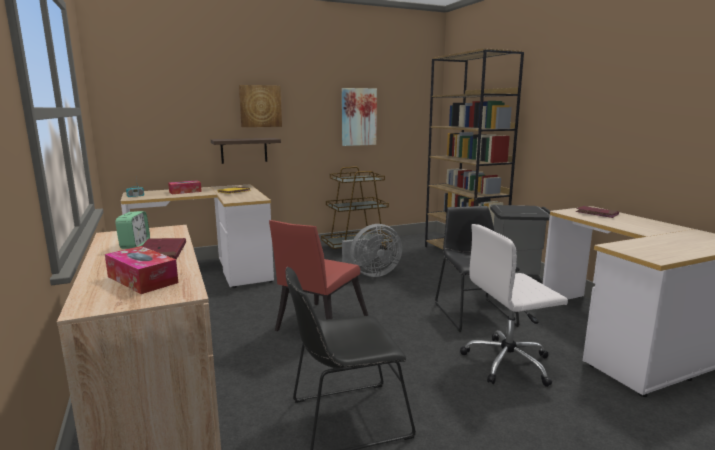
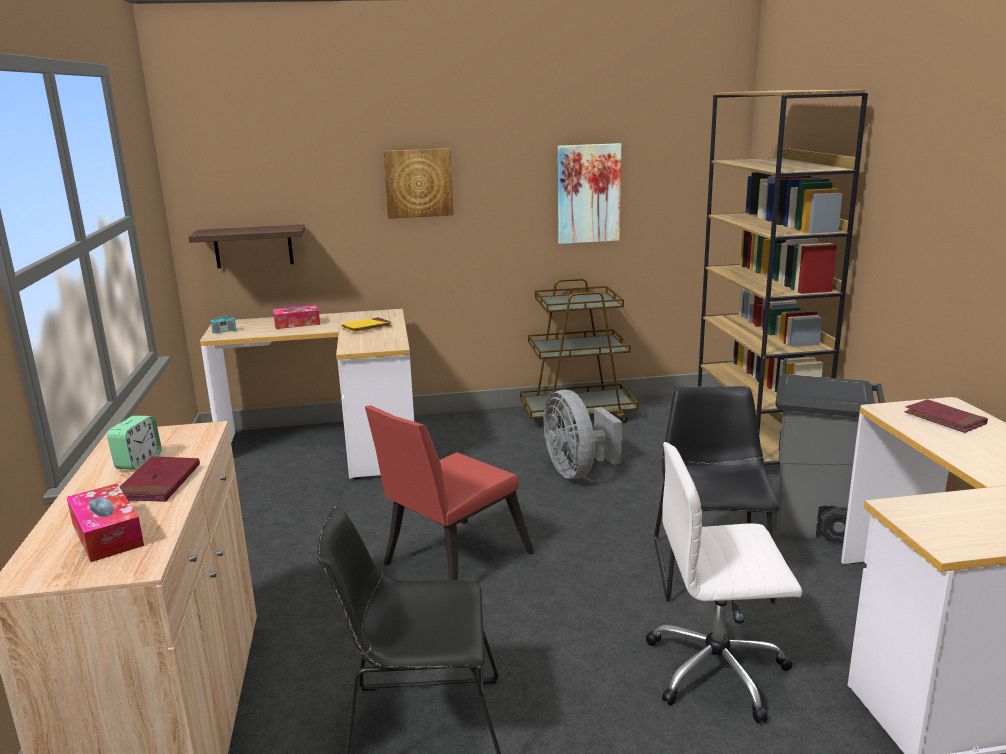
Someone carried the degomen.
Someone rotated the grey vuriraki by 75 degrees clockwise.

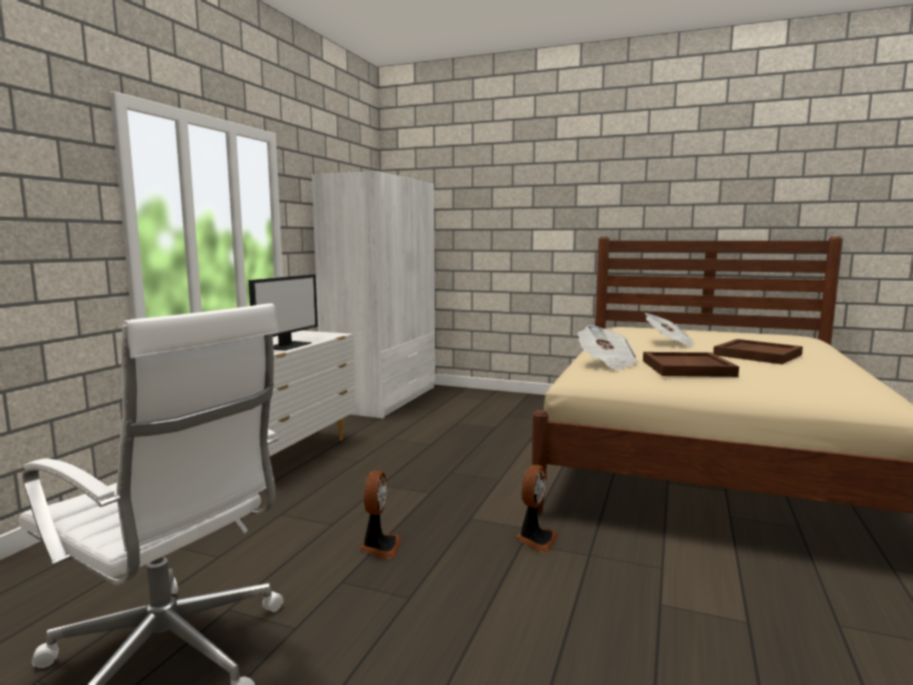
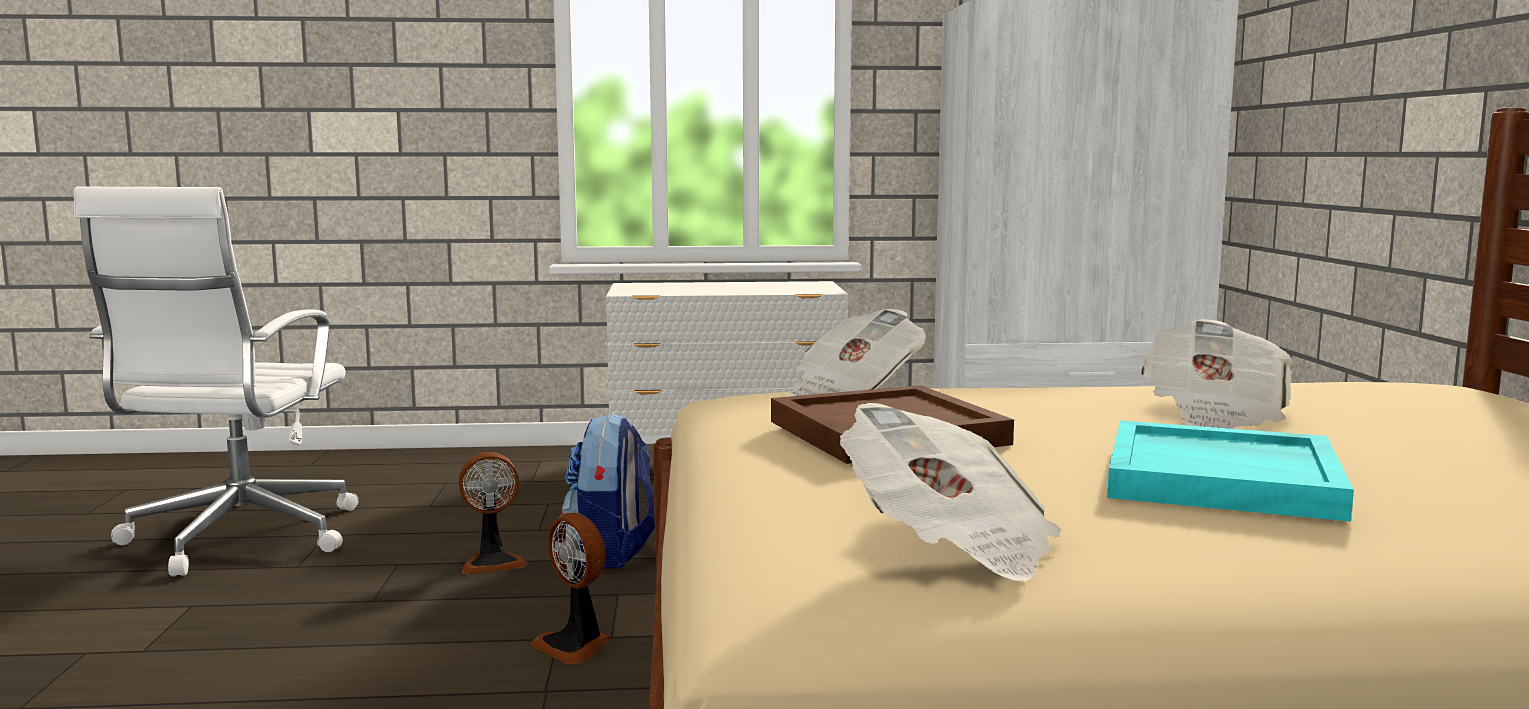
Someone took away the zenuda.
Someone put down the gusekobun.
Someone put down the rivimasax (no. 2 from left).
Someone repainted the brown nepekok (no. 2 from left), which became the turquoise nepekok.
Someone rotated the vuriraki (no. 2 from left) by 45 degrees clockwise.

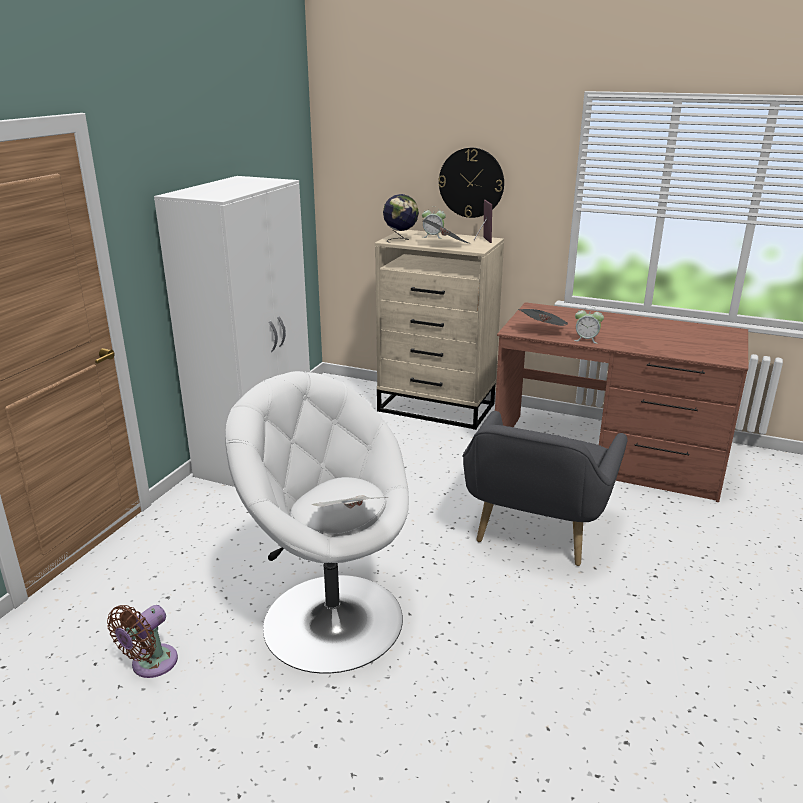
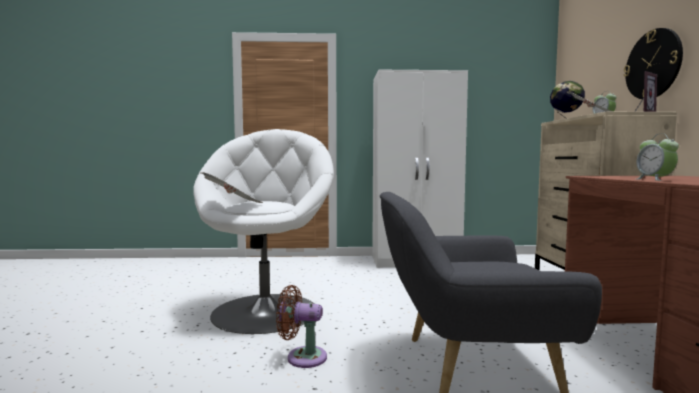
Someone took away the rivimasax (no. 3 from left).
Someone carried the brown vuriraki.

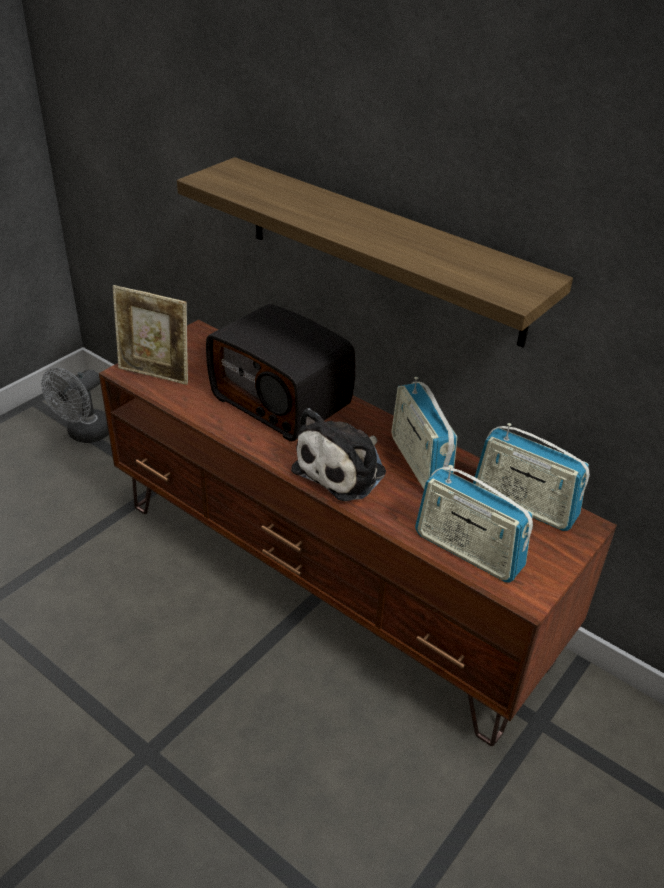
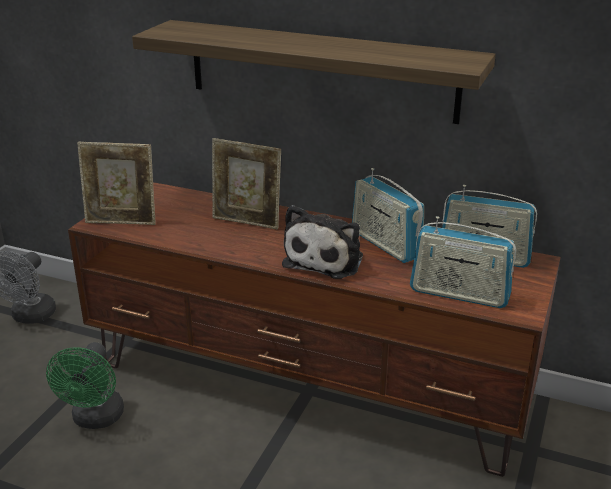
Someone put down the green vuriraki.
Someone swapped the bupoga (no. 1 from left) for the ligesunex (no. 2 from left).

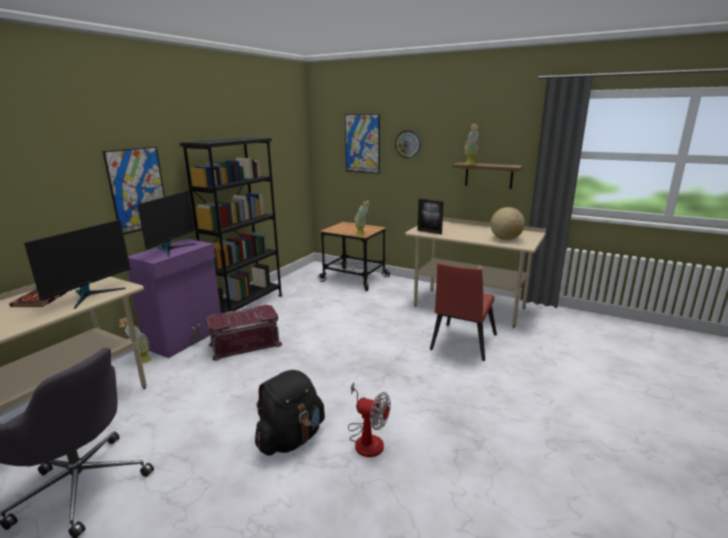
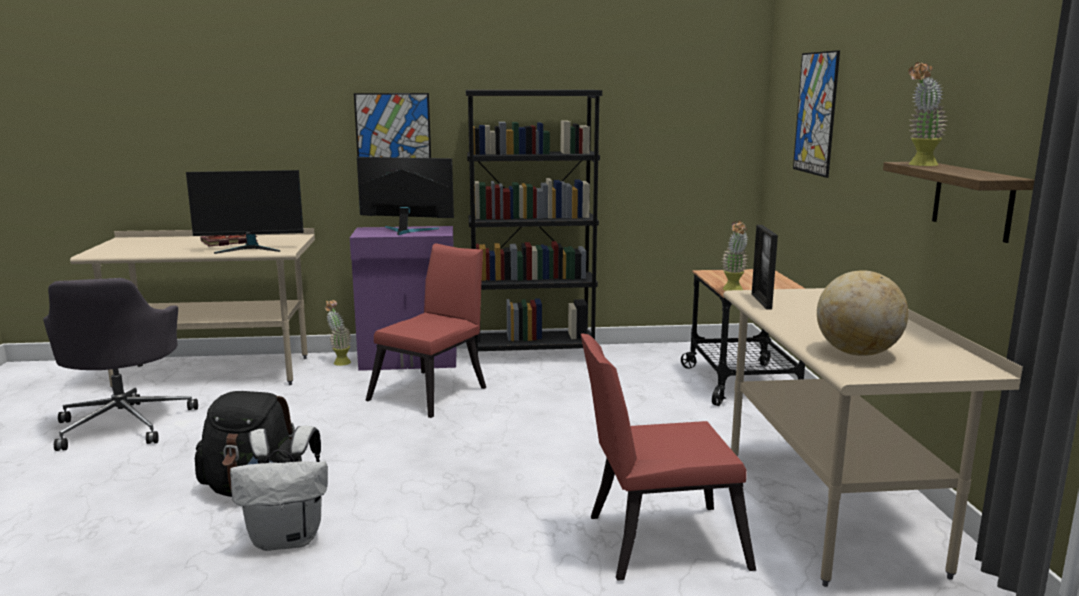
Someone took away the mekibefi.
Someone swapped the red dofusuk for the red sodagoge (no. 1 from left).
Someone swapped the vuriraki for the white gusekobun.
Someone rotated the zenuda (no. 2 from left) by 150 degrees counterclockwise.

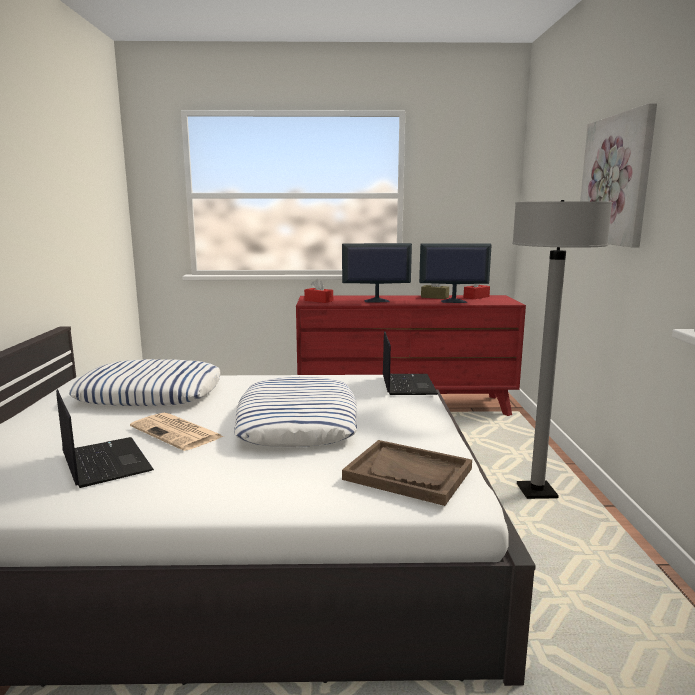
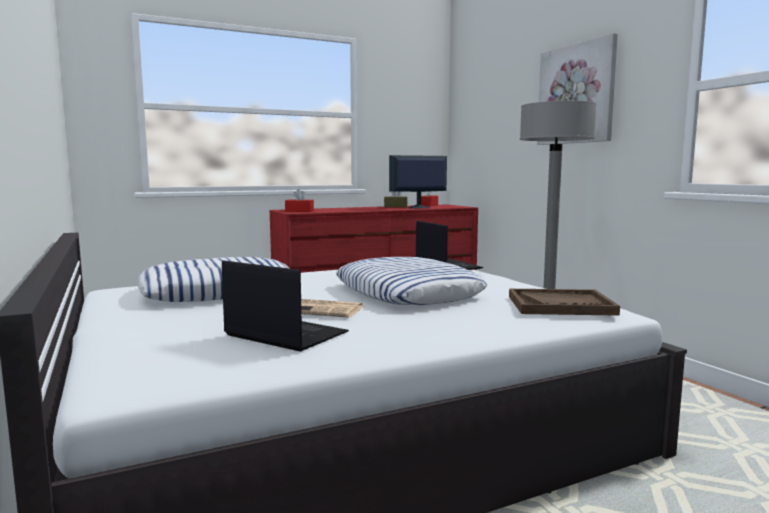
Someone took away the zenuda (no. 1 from left).

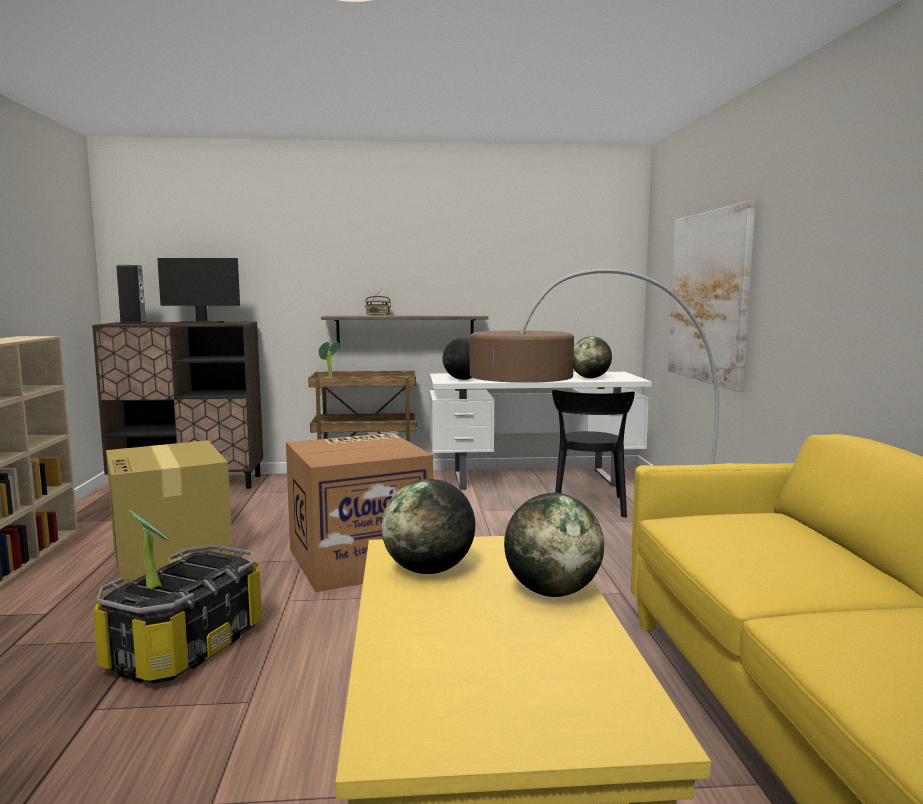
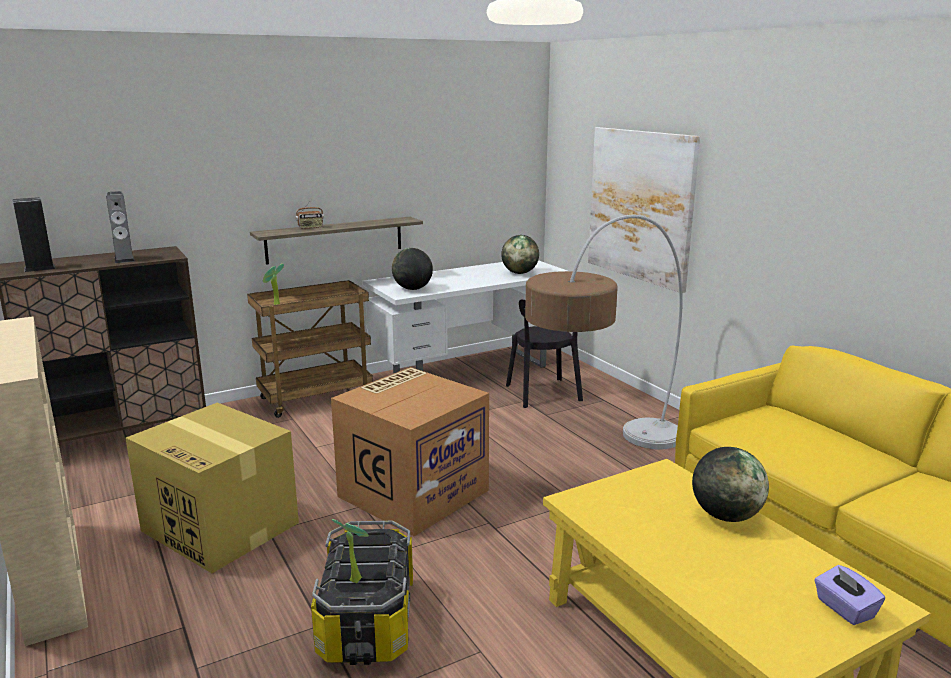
Someone took away the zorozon (no. 1 from left).
Someone put down the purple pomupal.
Someone swapped the zenuda for the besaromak (no. 2 from left).

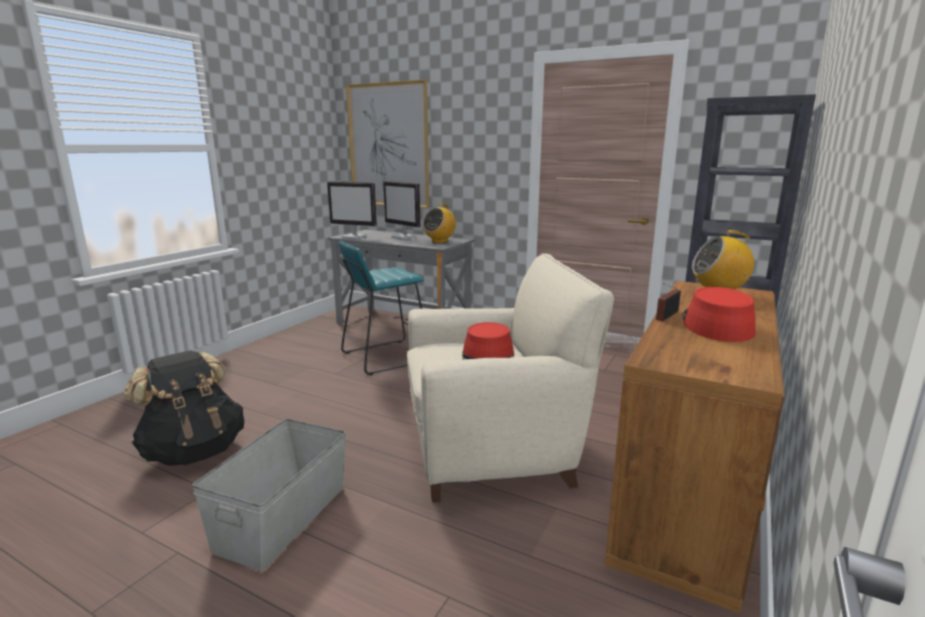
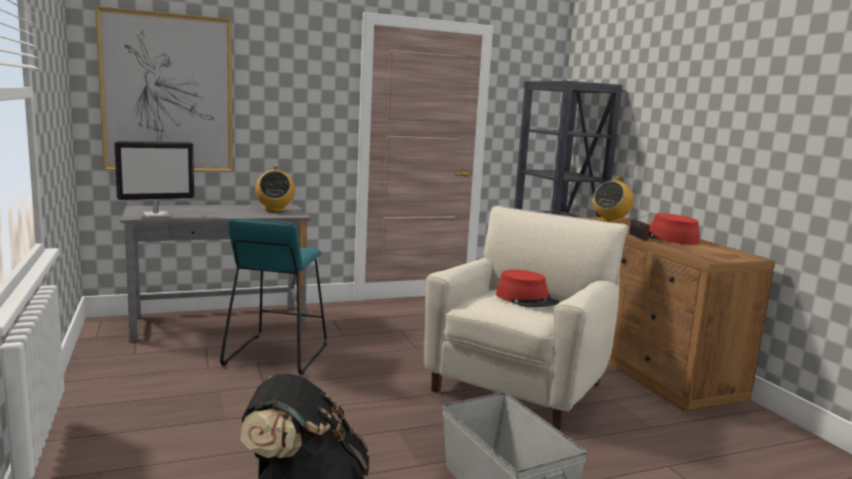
Someone took away the zenuda (no. 2 from left).

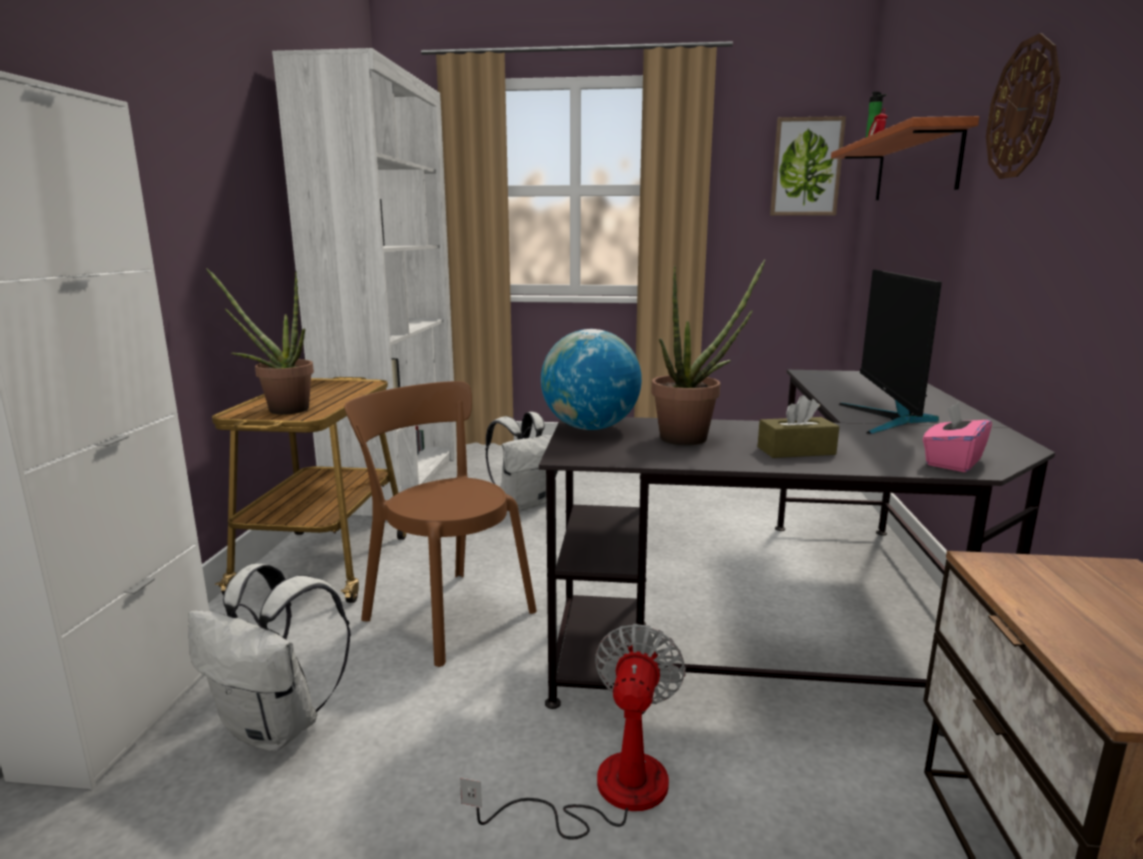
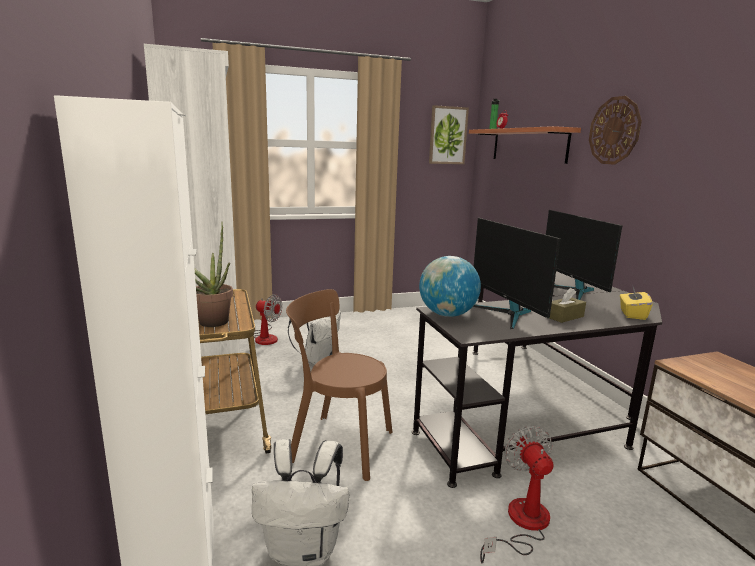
Someone put down the vuriraki (no. 1 from left).
Someone swapped the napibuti (no. 2 from left) for the zenuda (no. 1 from left).
Someone repainted the pink pomupal, which became the yellow pomupal.

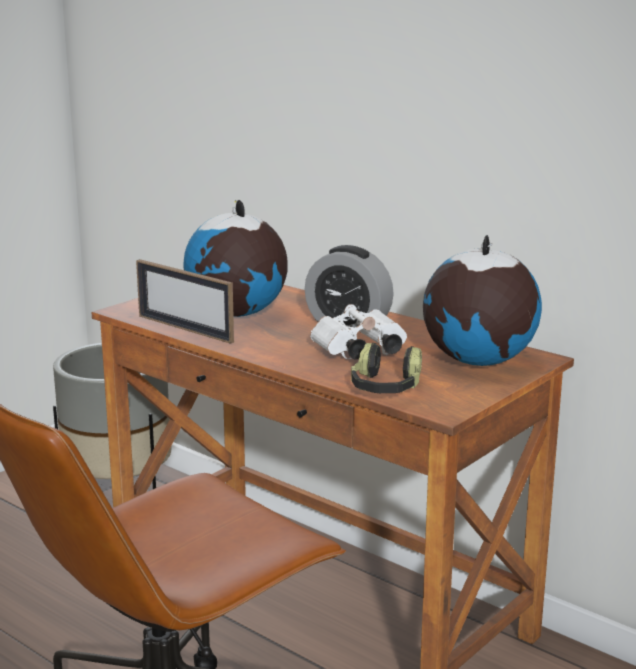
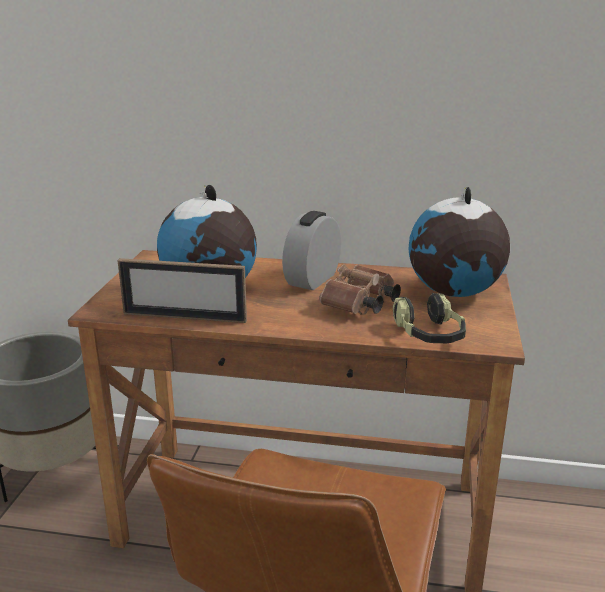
Someone repainted the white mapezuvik, which became the brown mapezuvik.
Someone rotated the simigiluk by 120 degrees clockwise.

